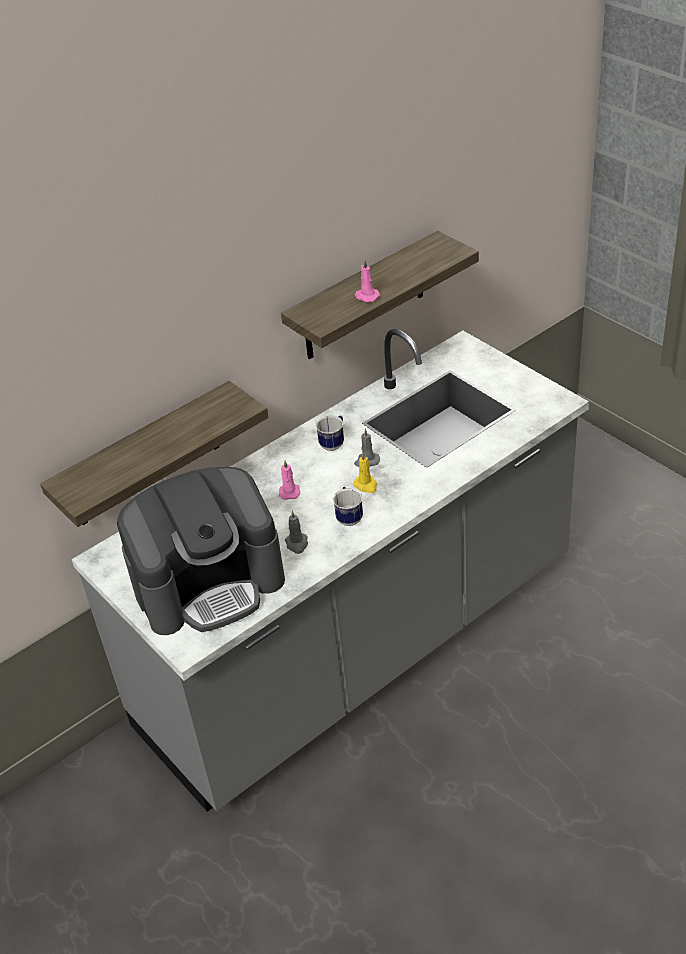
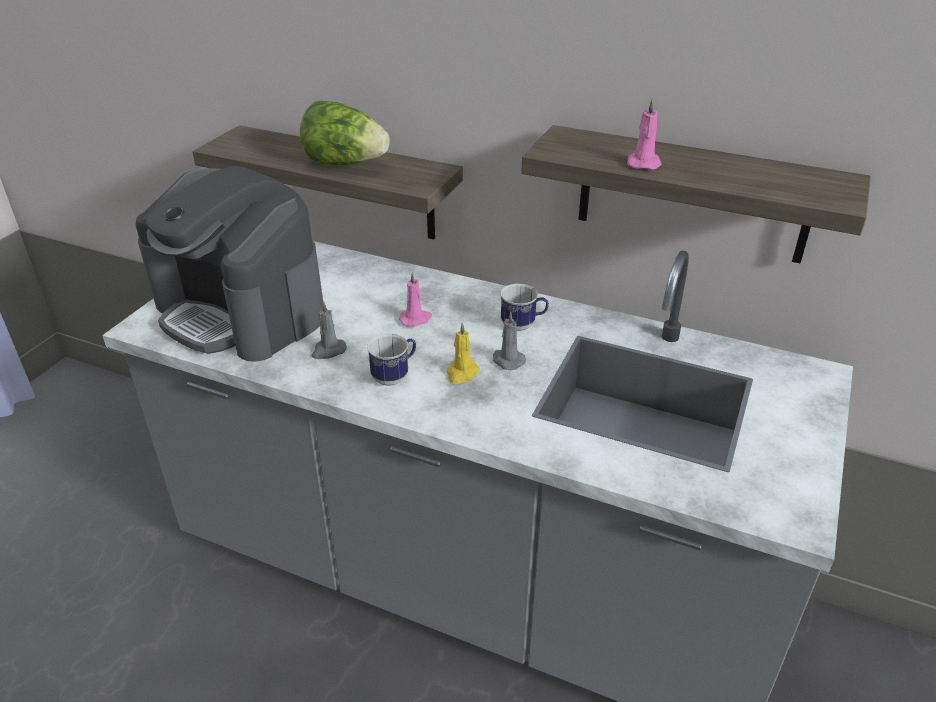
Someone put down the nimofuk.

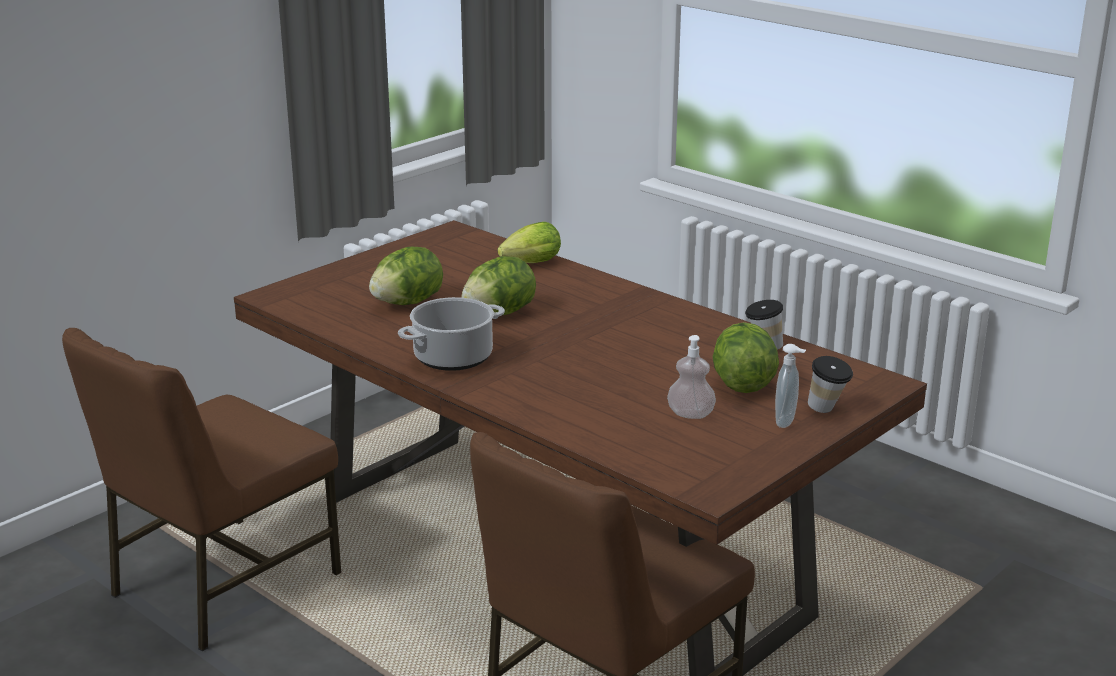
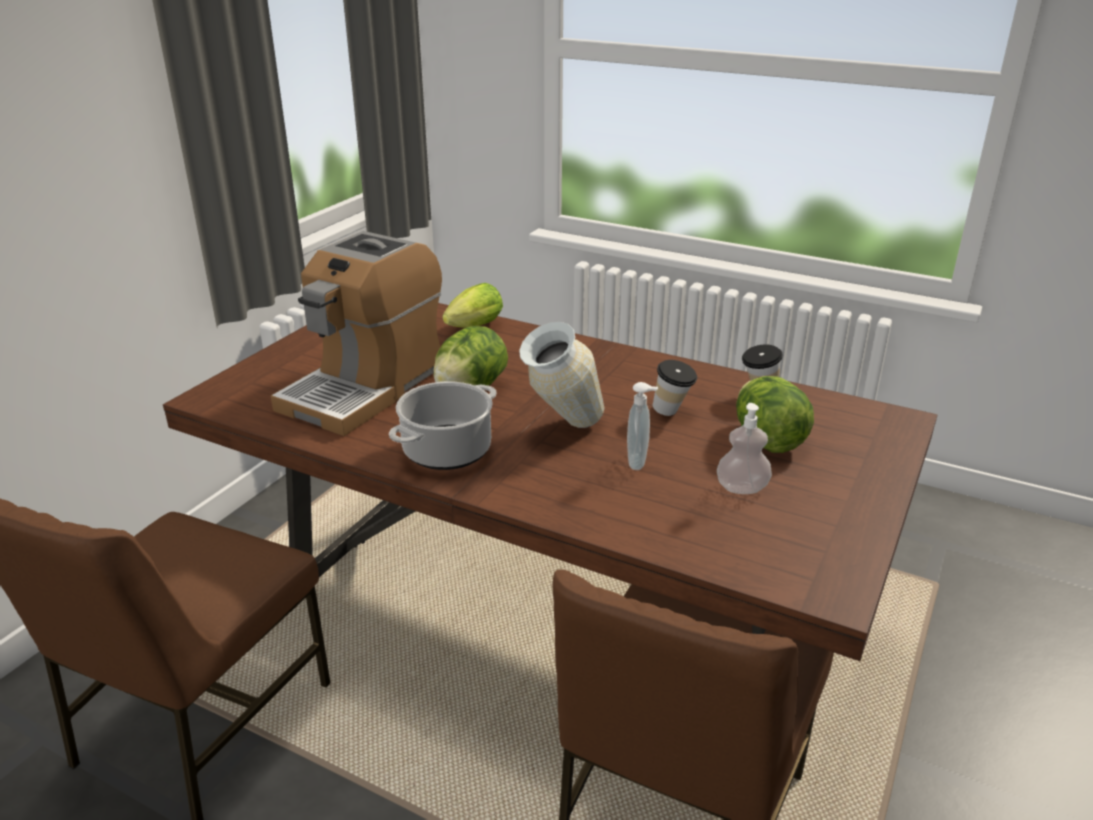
Someone put down the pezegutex.
Someone carried the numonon (no. 2 from left in the first image).
Someone carried the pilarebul (no. 2 from left in the first image).
Someone swapped the nimofuk (no. 1 from left) for the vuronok.

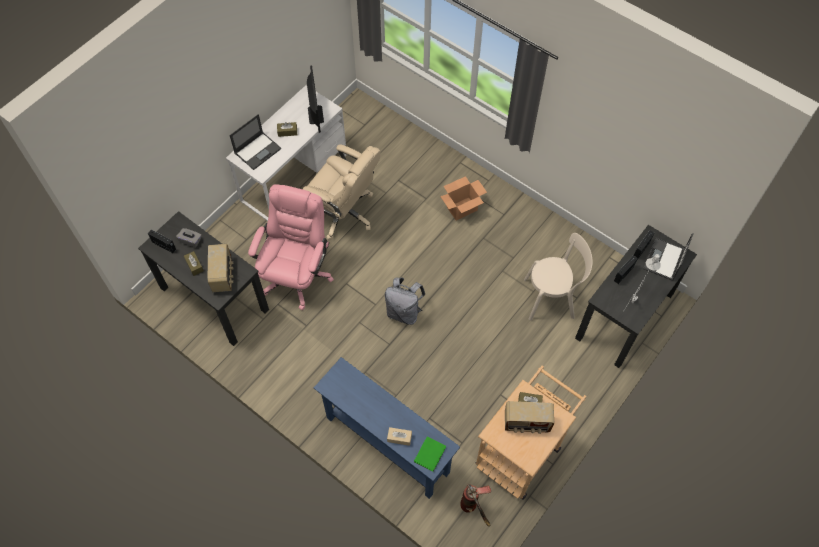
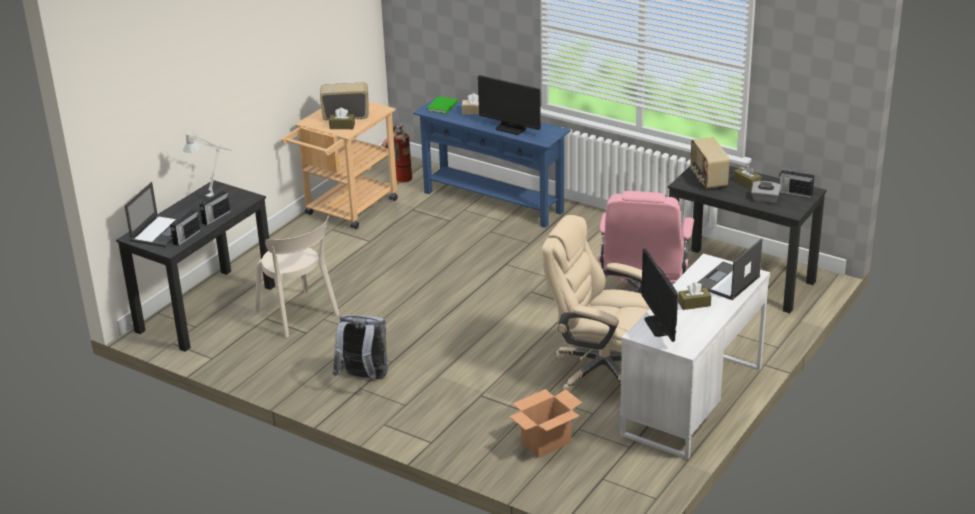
Someone put down the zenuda (no. 1 from left).
Someone carried the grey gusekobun.
Someone carried the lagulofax.
Someone rotated the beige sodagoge by 120 degrees counterclockwise.

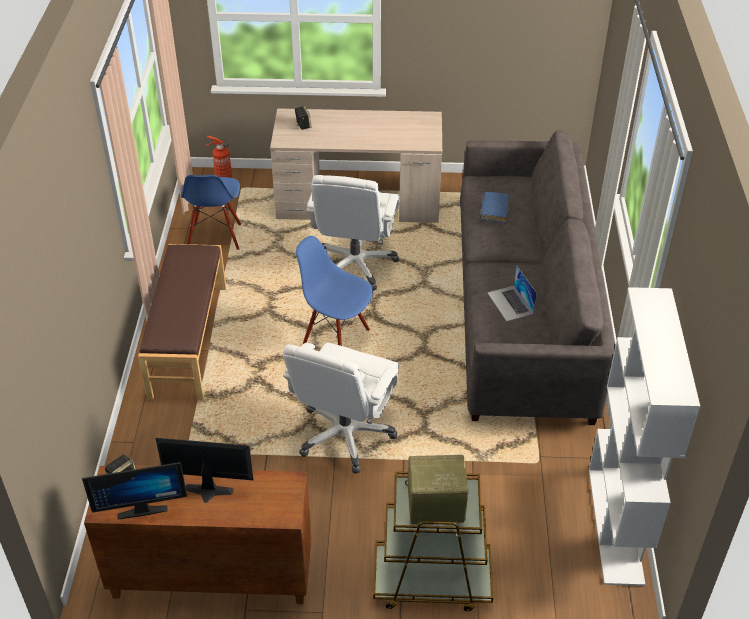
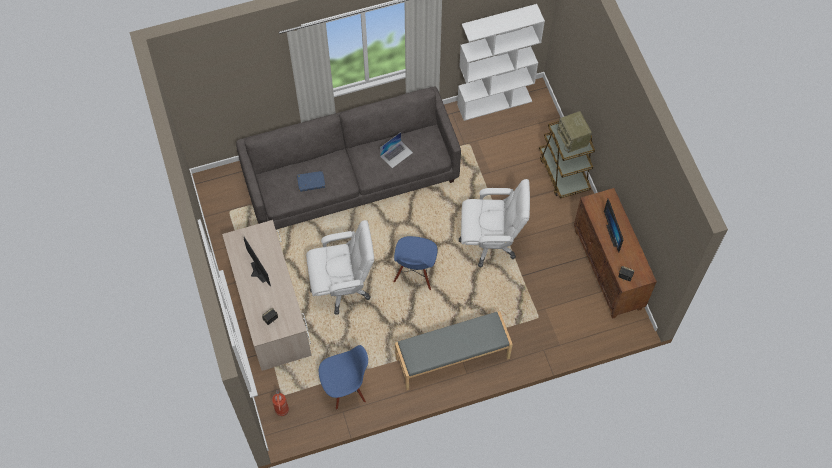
Someone carried the zenuda (no. 1 from left).
Someone repainted the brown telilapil, which became the grey telilapil.

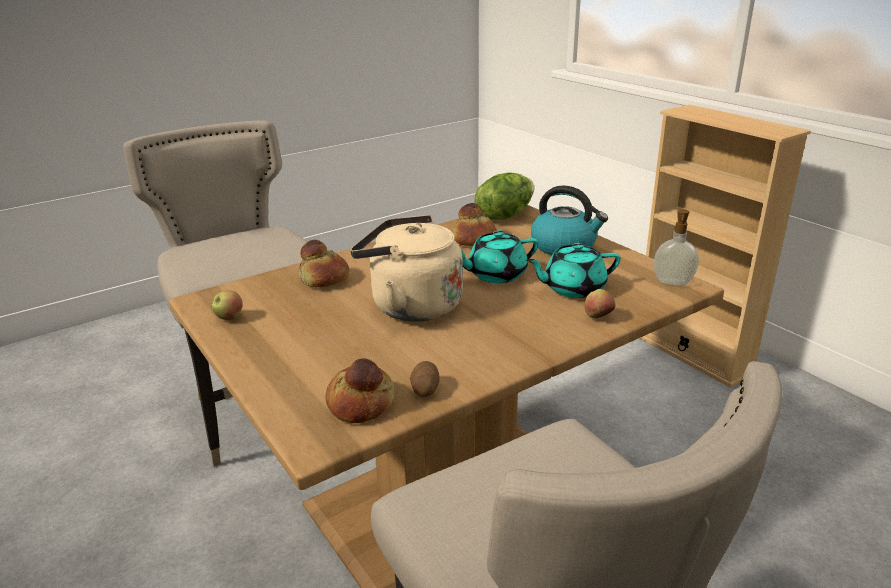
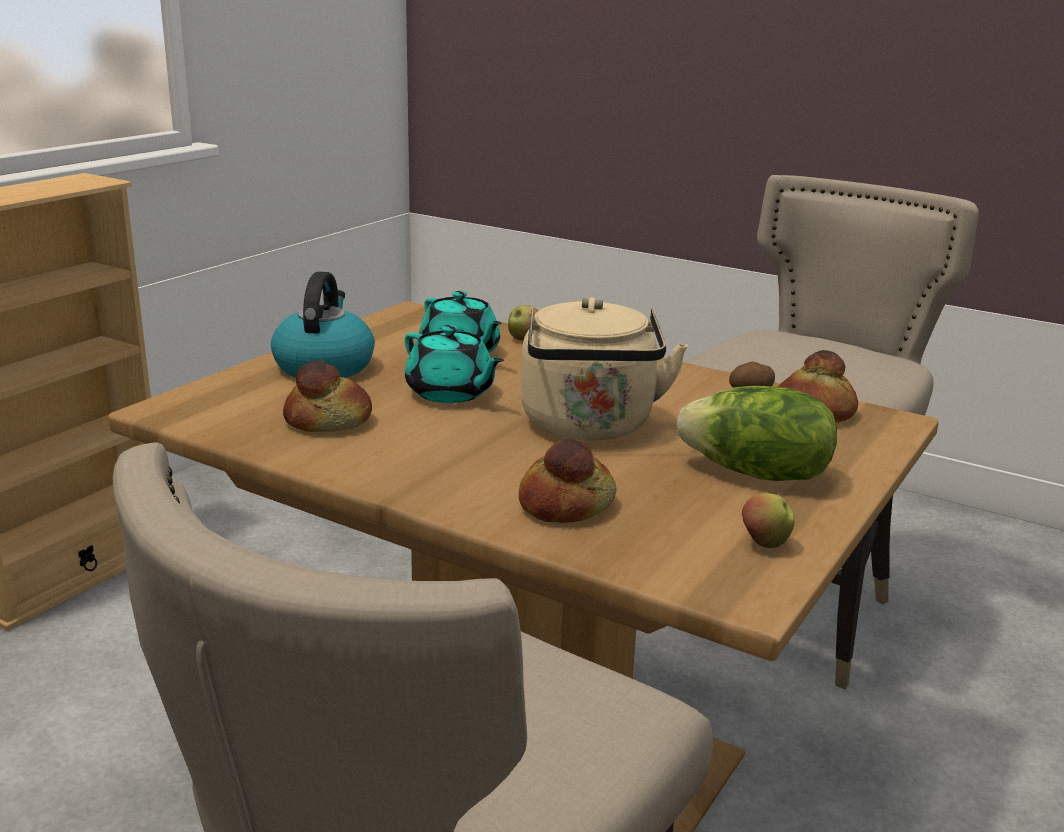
Someone took away the numonon.
Someone carried the nimofuk.

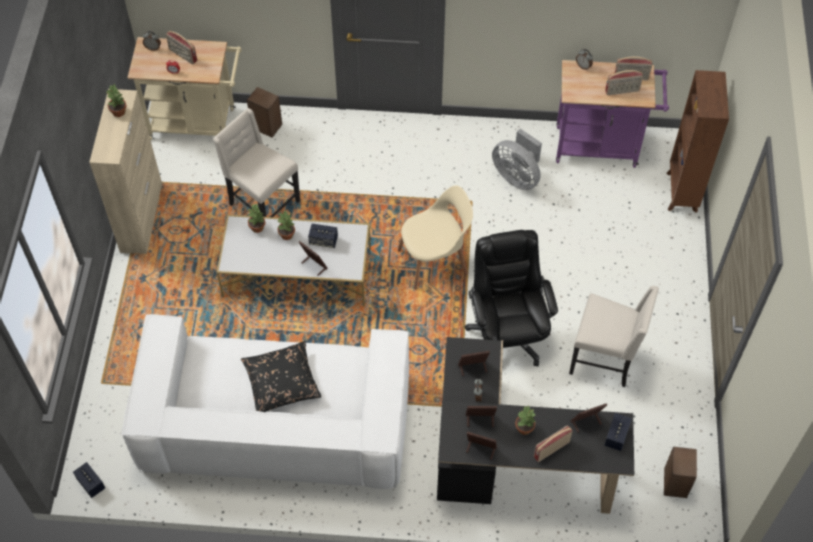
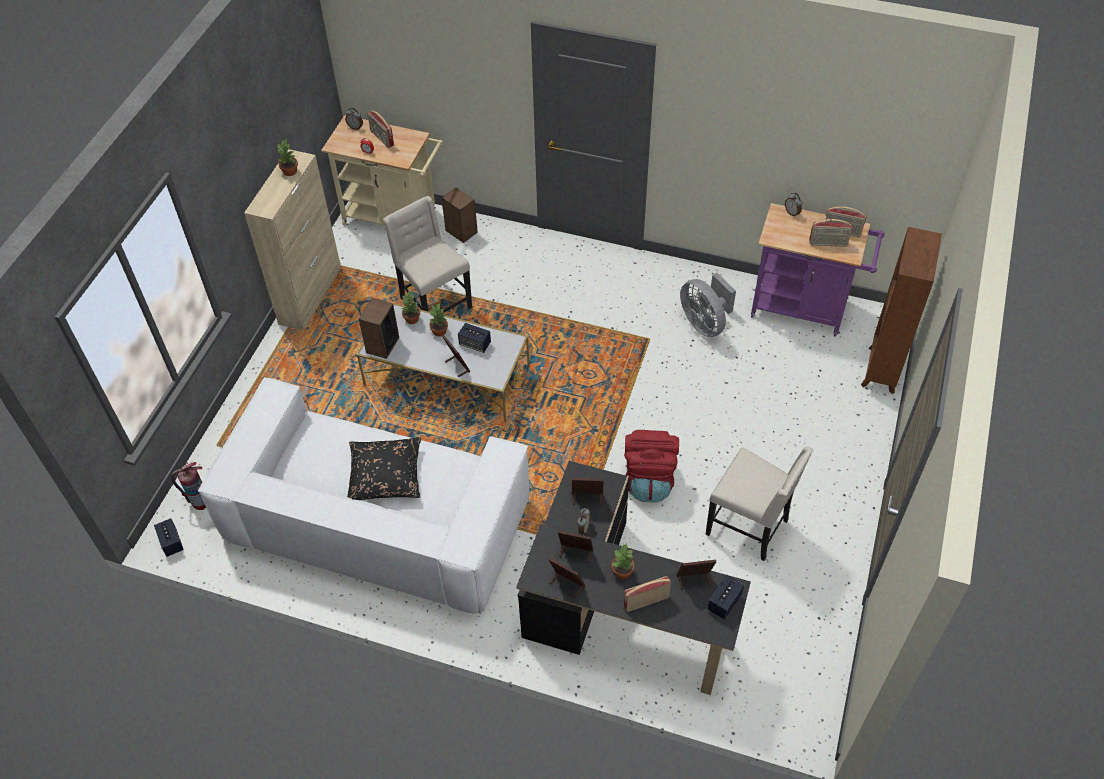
Someone took away the beige sodagoge (no. 2 from left).
Someone put down the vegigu.
Someone carried the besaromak (no. 5 from left in the first image).
Someone swapped the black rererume for the red gusekobun.

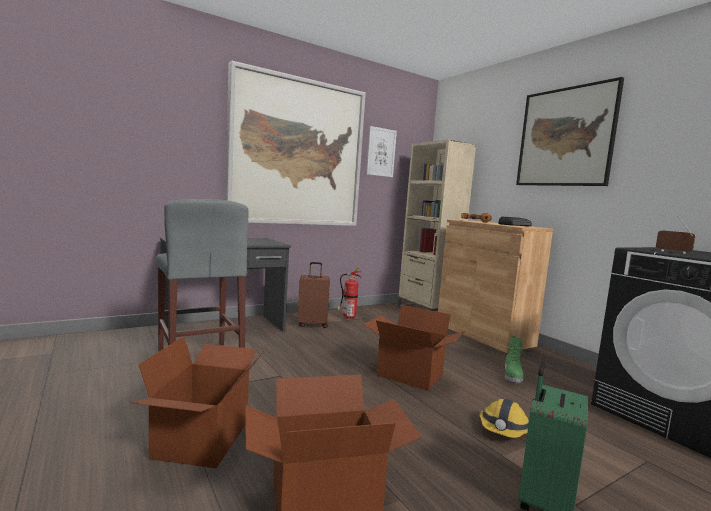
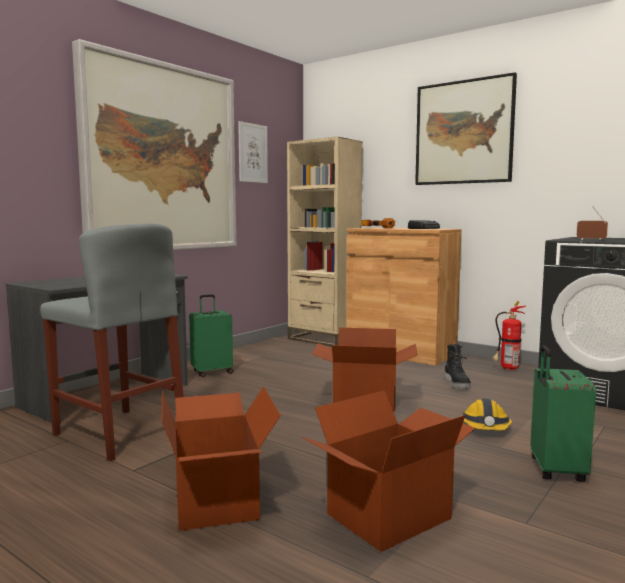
Someone carried the vegigu.
Someone repainted the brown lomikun, which became the green lomikun (no. 1 from left).
Someone repainted the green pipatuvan, which became the black pipatuvan.

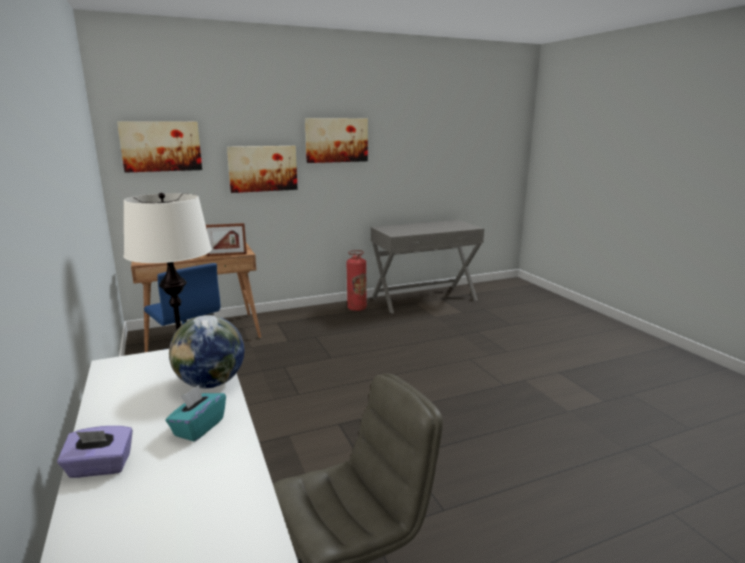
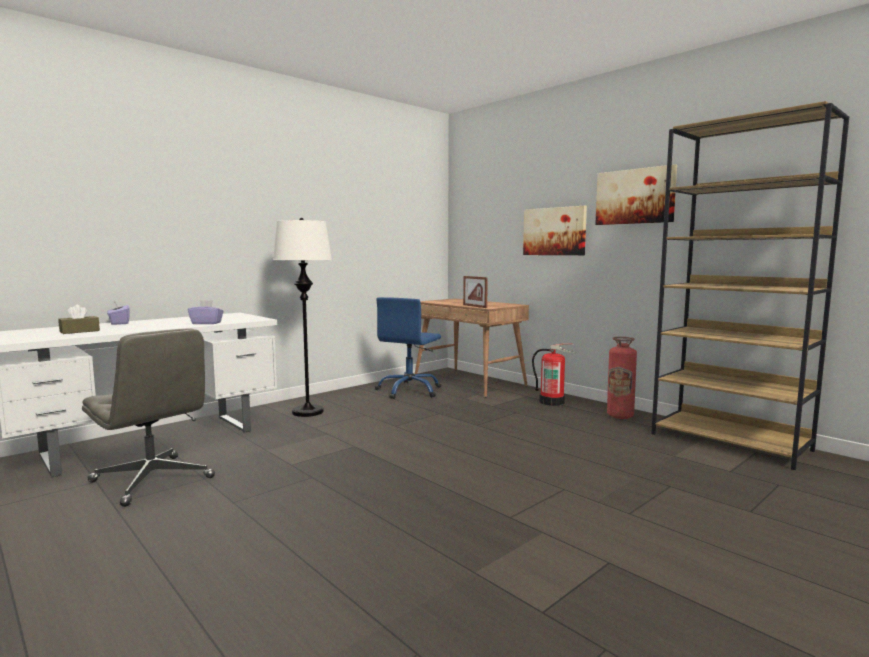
Someone took away the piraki (no. 1 from left).
Someone took away the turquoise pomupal.
Someone put down the brown pomupal.
Someone put down the vegigu (no. 1 from left).
Someone swapped the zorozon for the purple pomupal (no. 2 from left).
Someone swapped the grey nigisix for the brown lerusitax.

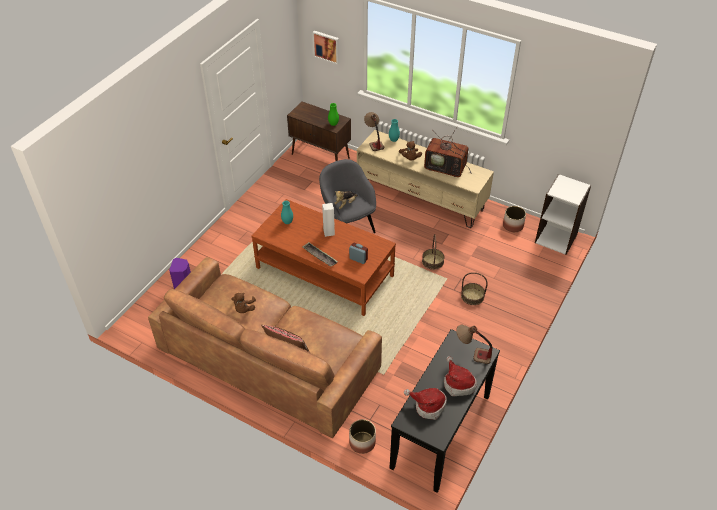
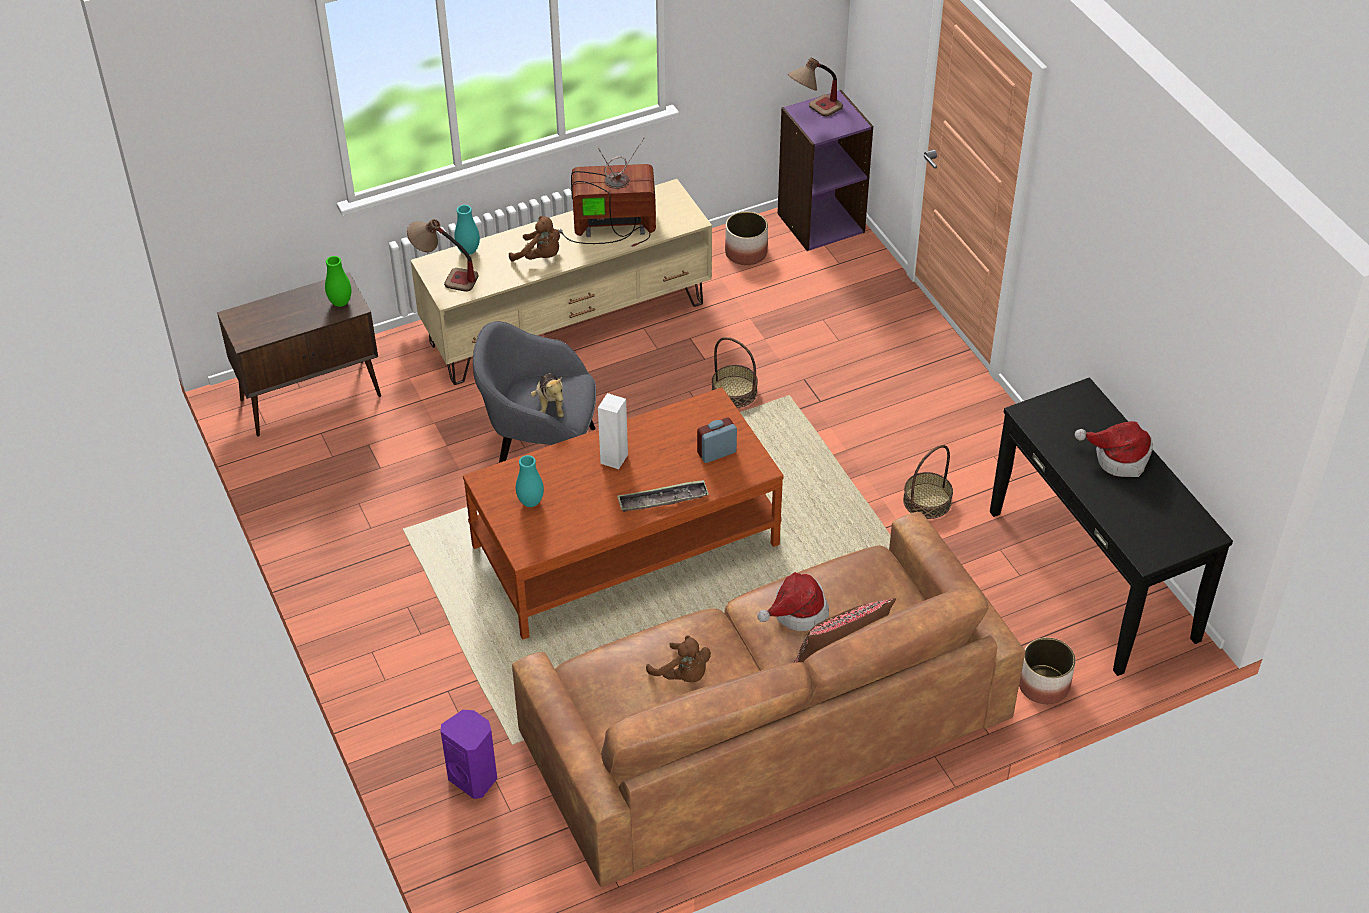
Someone took away the piraki.
Someone carried the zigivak (no. 1 from left).
Someone carried the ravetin (no. 2 from left).
Someone carried the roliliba (no. 2 from left).
Someone repainted the white lerusitax, which became the purple lerusitax.
Someone rotated the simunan by 150 degrees counterclockwise.

